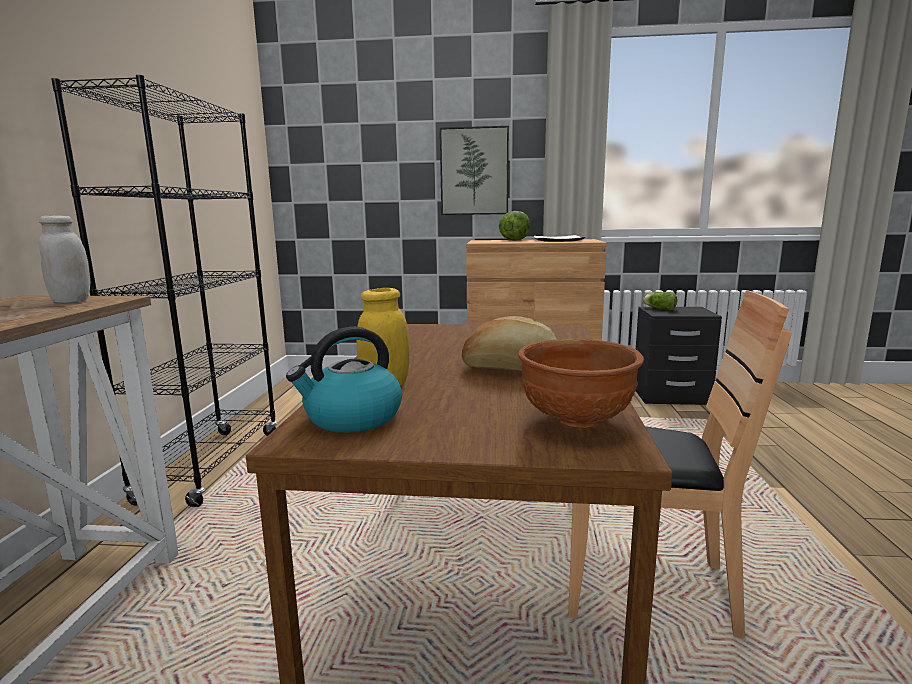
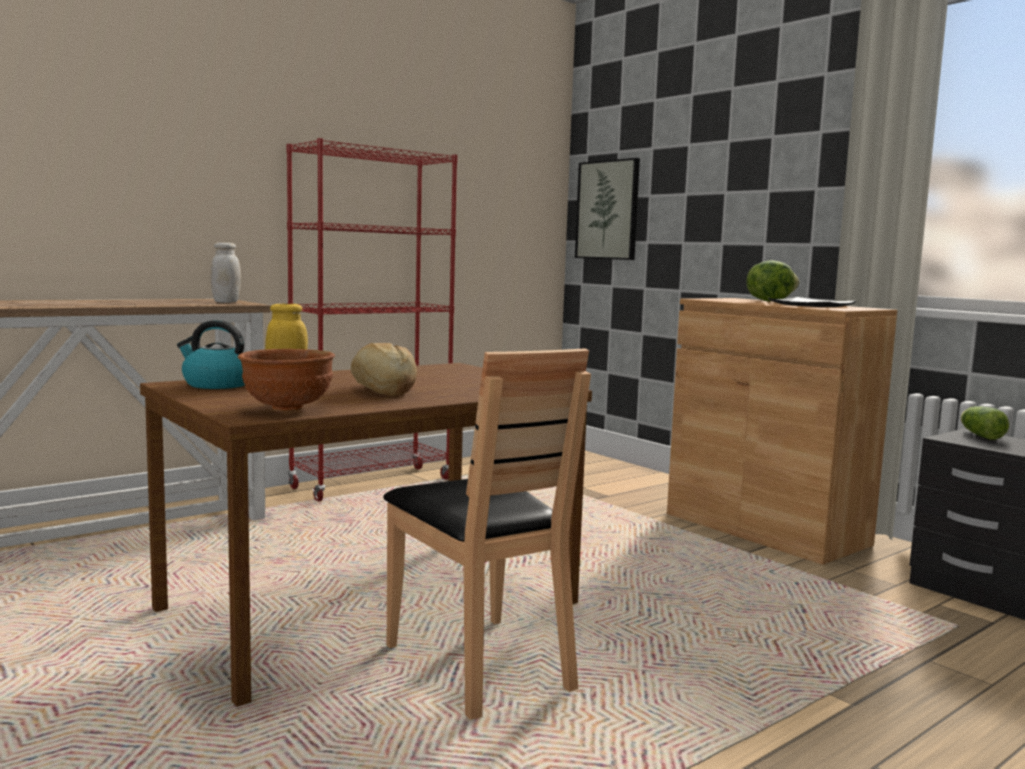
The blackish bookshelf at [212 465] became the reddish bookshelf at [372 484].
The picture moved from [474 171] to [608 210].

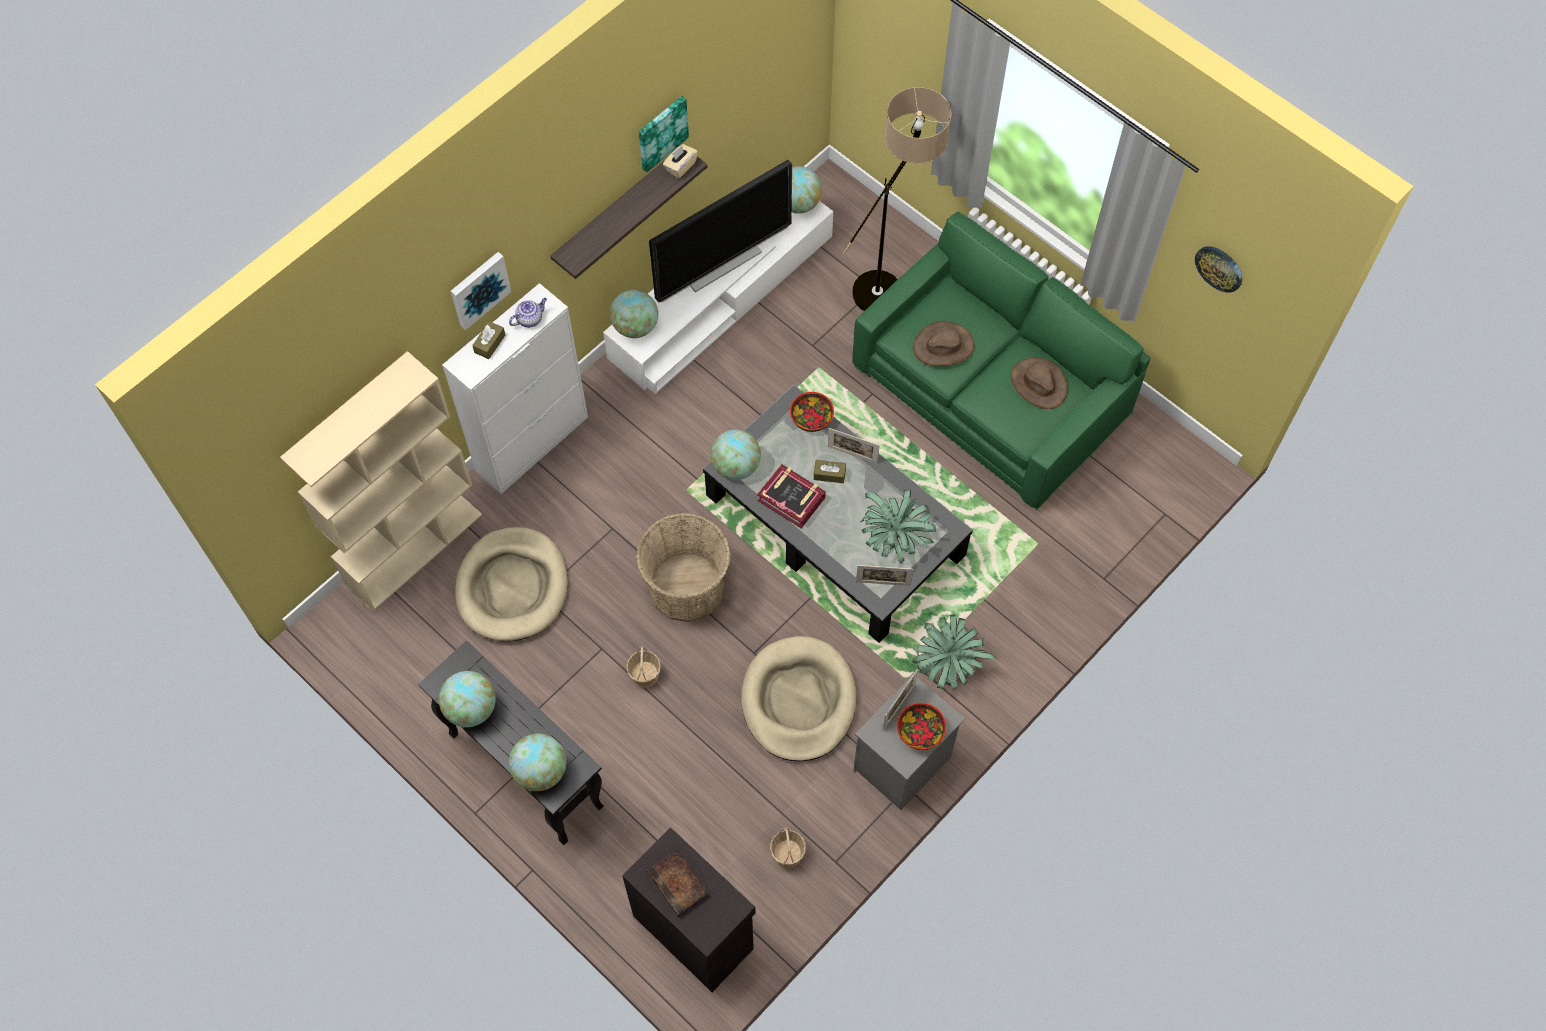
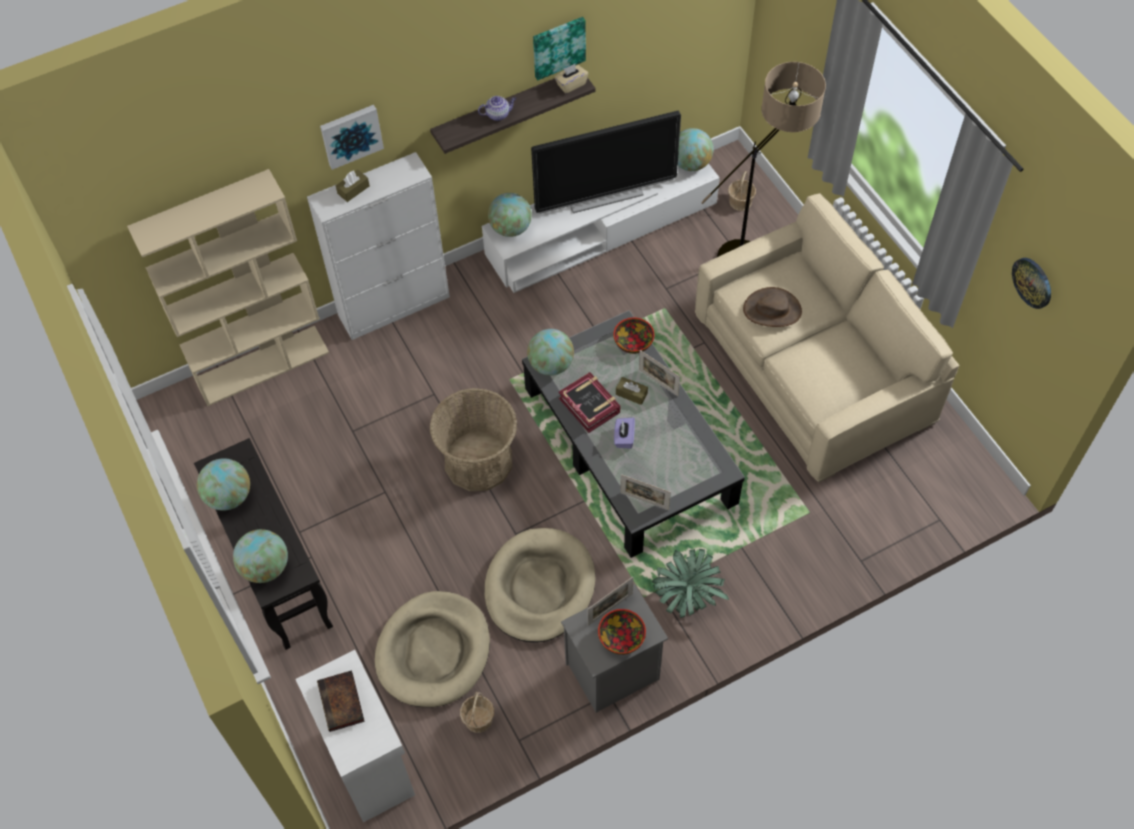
The beige dog cushion moved from [512 587] to [434 651].
The teapot moved from [530 319] to [498 114].
The blackish storage cabinet at [694 930] became the white storage cabinet at [369 761].
The storage basket moved from [645 674] to [740 202].
The greenish sofa at [991 390] became the beige sofa at [813 368].
The potted plant at [895 537] disappeared.
The brown-coloured clothing hat at [1038 384] disappeared.
The purple tissue holder at [624 438] appeared.

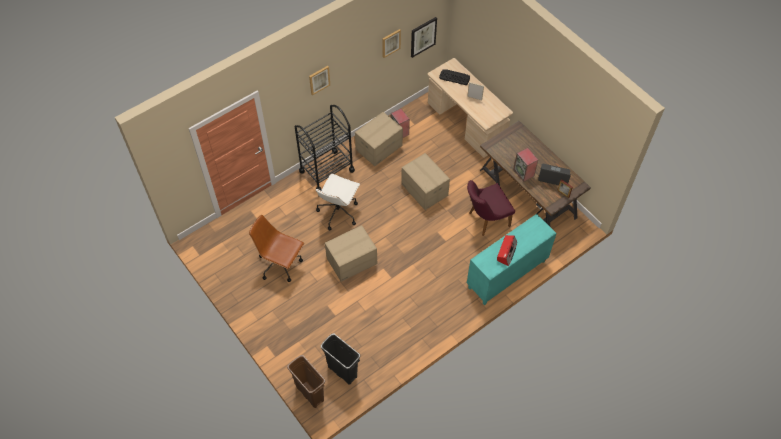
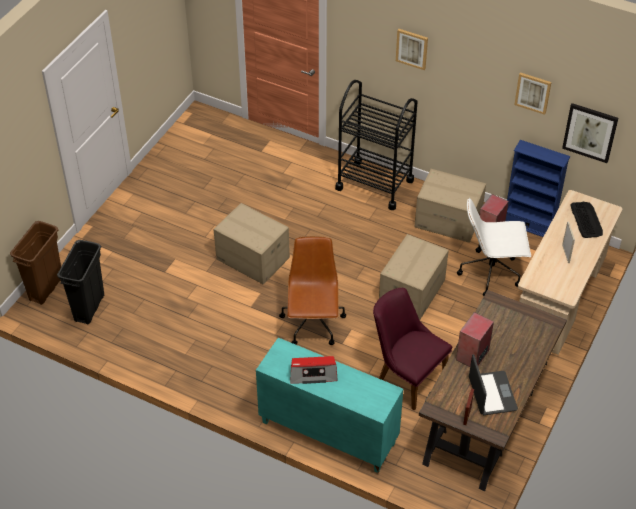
The brown-coloured desk chair moved from [281 264] to [313 325].
The white desk chair moved from [338 212] to [491 272].
The bluish bookshelf at [528 225] appeared.

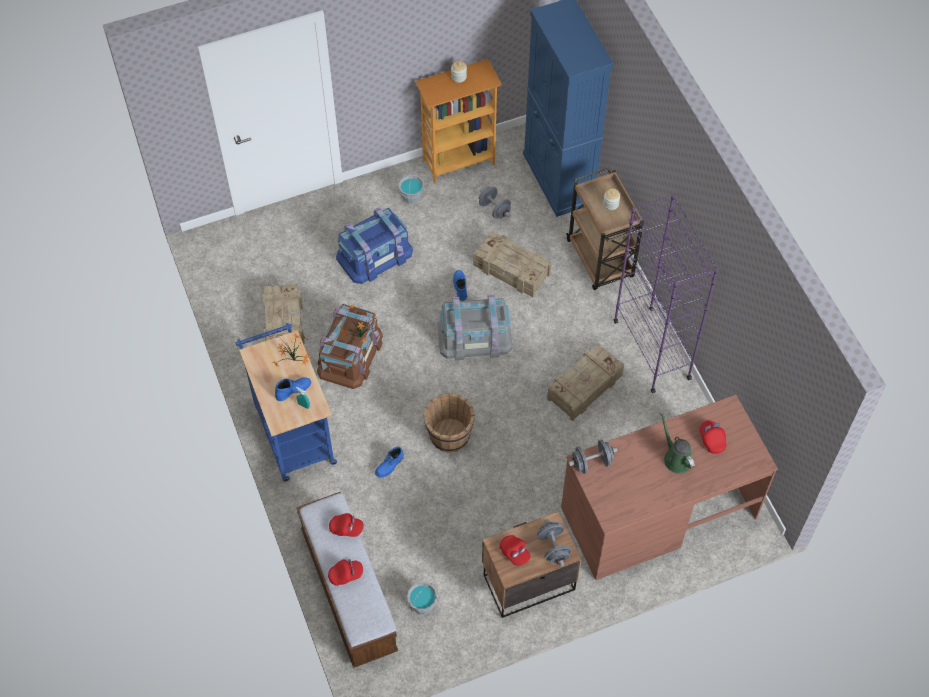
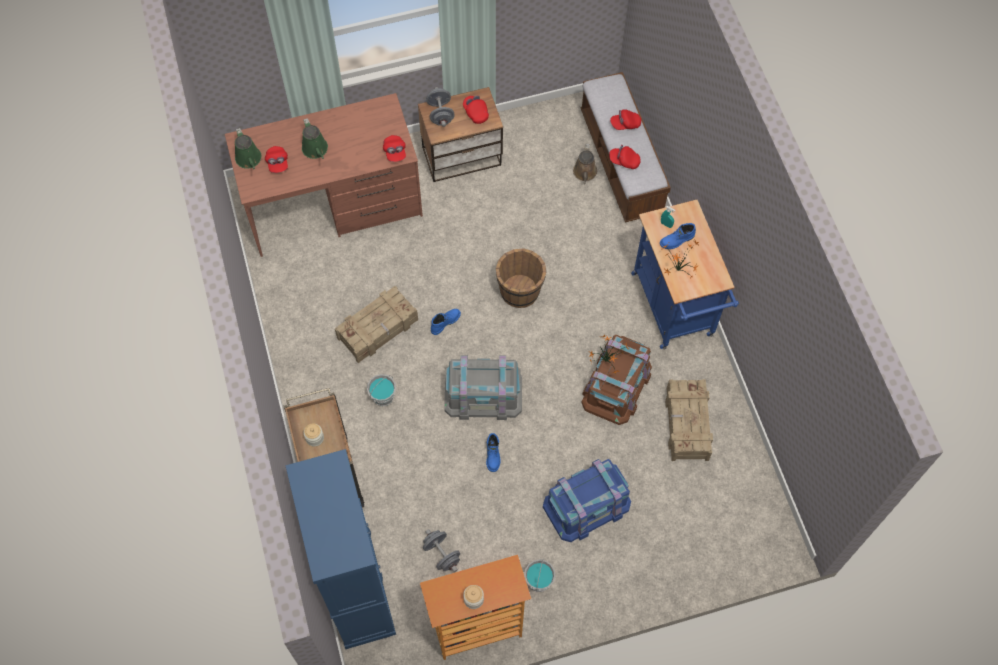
The bluish tall boot moved from [390 466] to [445 322].
The greyish pail moved from [422 605] to [383 396].
The crate at [511 270] disappeared.
The greyish dumbbell at [591 462] was replaced by the reddish peaked cap at [395 152].
The purple bookshelf at [651 349] disappeared.
The greenish watering can at [249 160] appeared.
The brown-coloured watering can at [585 173] appeared.

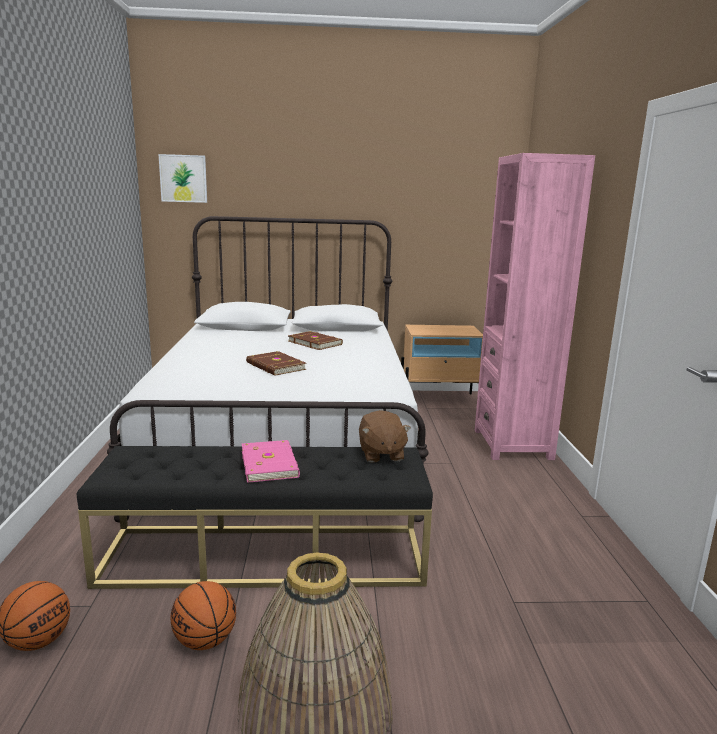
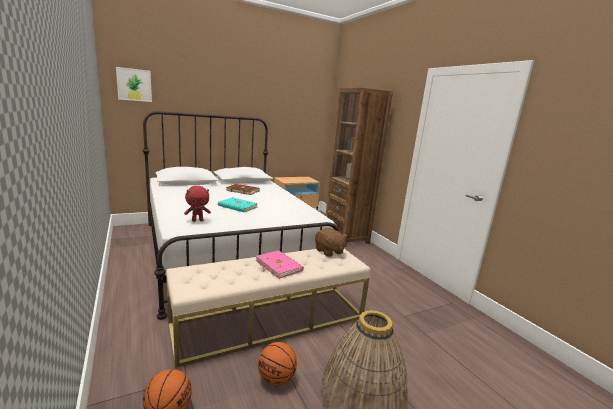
The blackish indoor bench at [265 556] became the beige indoor bench at [271 320].
The brown-coloured volume at [275 366] became the blue-green volume at [237 207].
The pink-coloured bookshelf at [512 444] became the brown-coloured bookshelf at [346 237].
The reddish cuddly toy at [197 220] appeared.

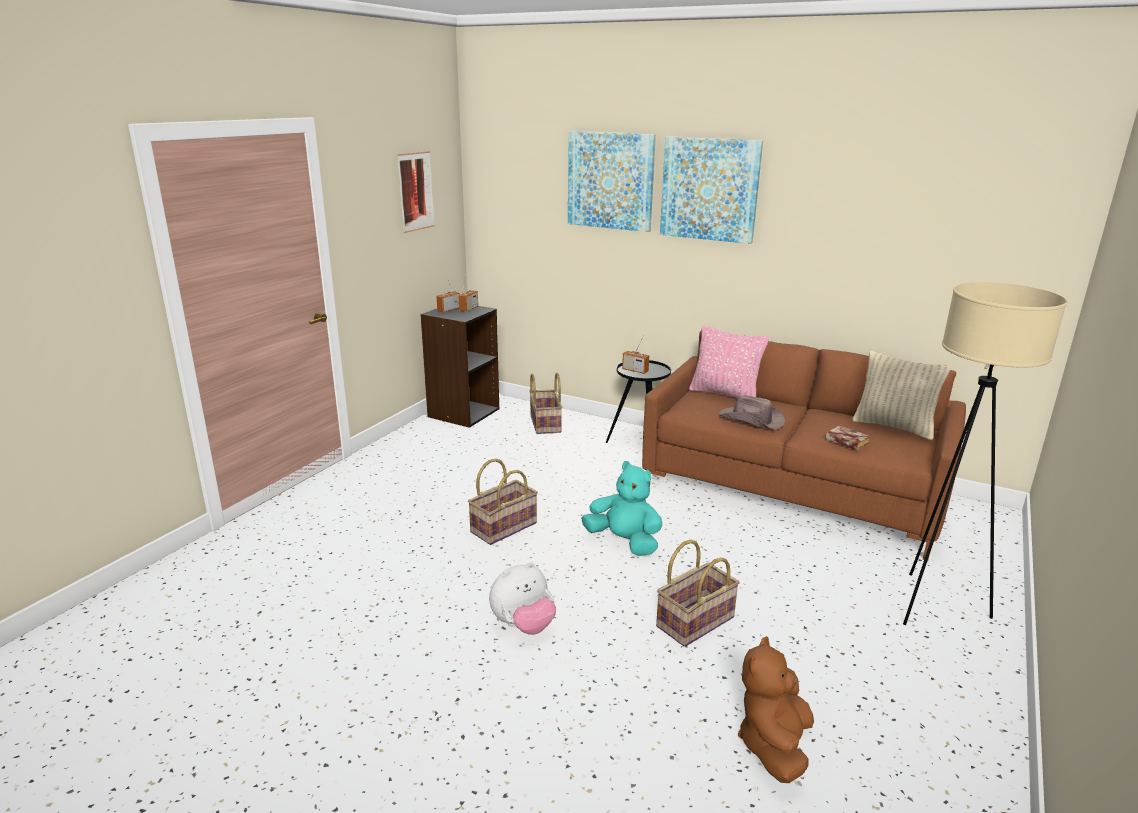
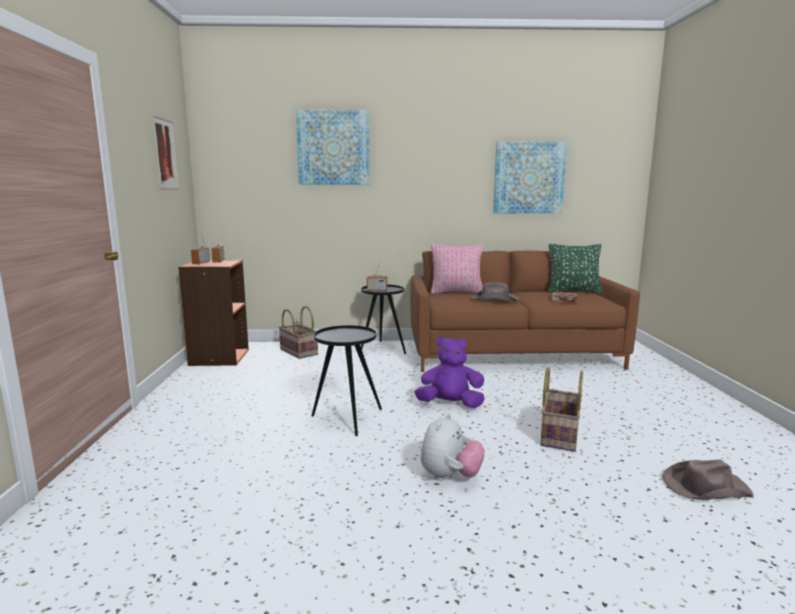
The blackish bookshelf at [463 412] became the orange-coloured bookshelf at [218 357].
The storage basket at [503 527] was replaced by the blackish side table at [347 419].
The blue-green cuddly toy at [624 542] became the purple cuddly toy at [450 404].
The picture moved from [710 189] to [529 177].
The brown-coloured cuddly toy at [774 745] was replaced by the brown-coloured clothing hat at [705 487].
The beige cushion at [893 427] became the greenish cushion at [573 291].
The beige standing lamp at [933 605] disappeared.

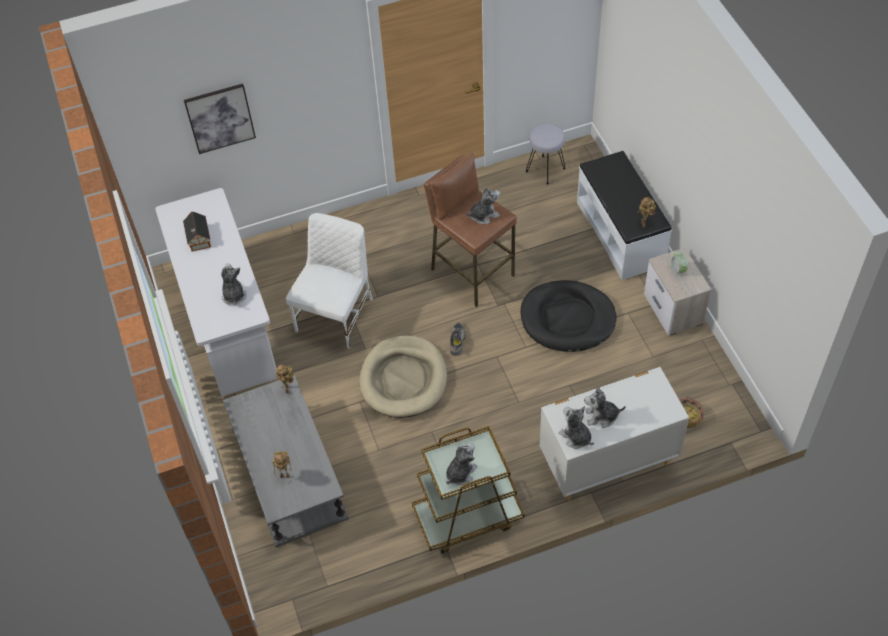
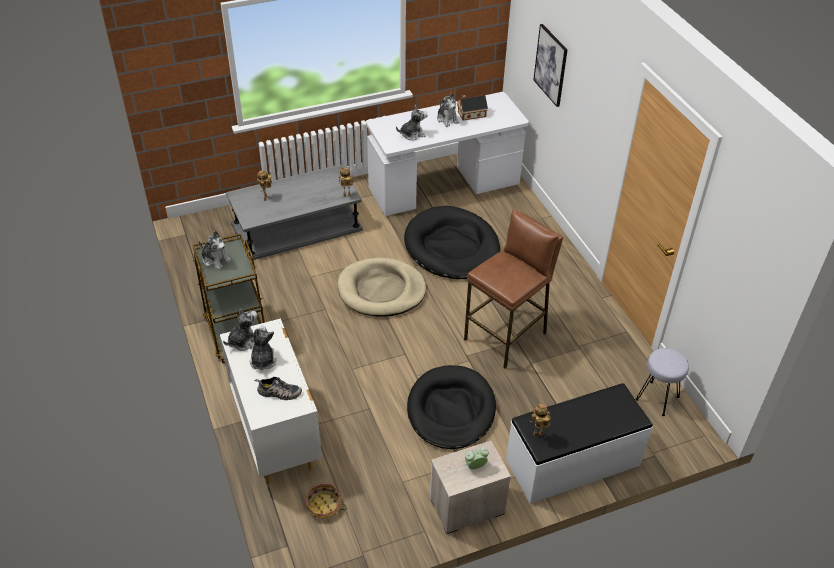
The white upright chair at [336 314] was replaced by the blackish dog cushion at [452 247].
The low shoe moved from [458 341] to [278 393].
The cuddly toy moved from [483 215] to [447 119].

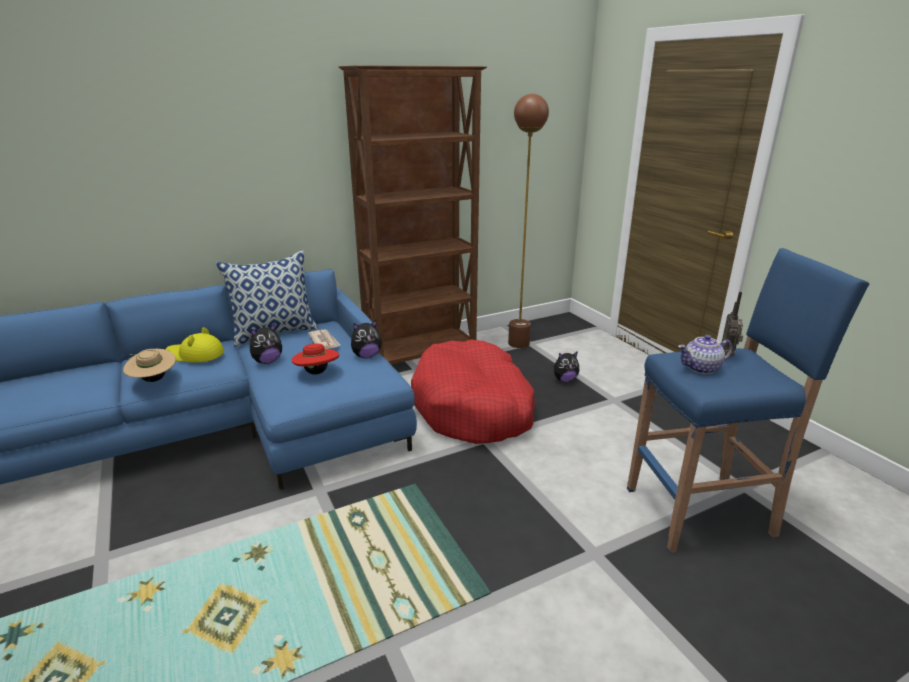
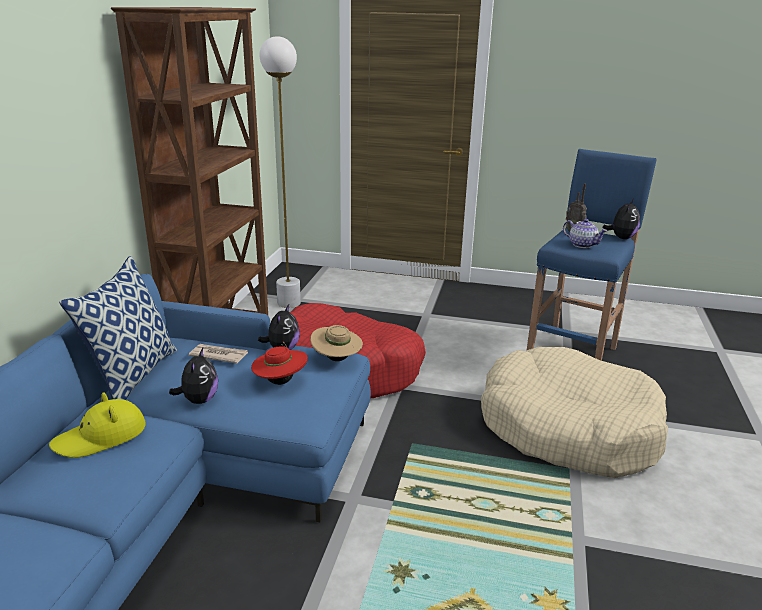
The beige clothing hat moved from [153 380] to [336 359].
The brown-coloured standing lamp at [519 343] became the white standing lamp at [289 303].
The cuddly toy moved from [564 380] to [621 238].
The teapot at [702 368] turned 75 degrees counterclockwise.
The beige dog cushion at [568 428] appeared.

